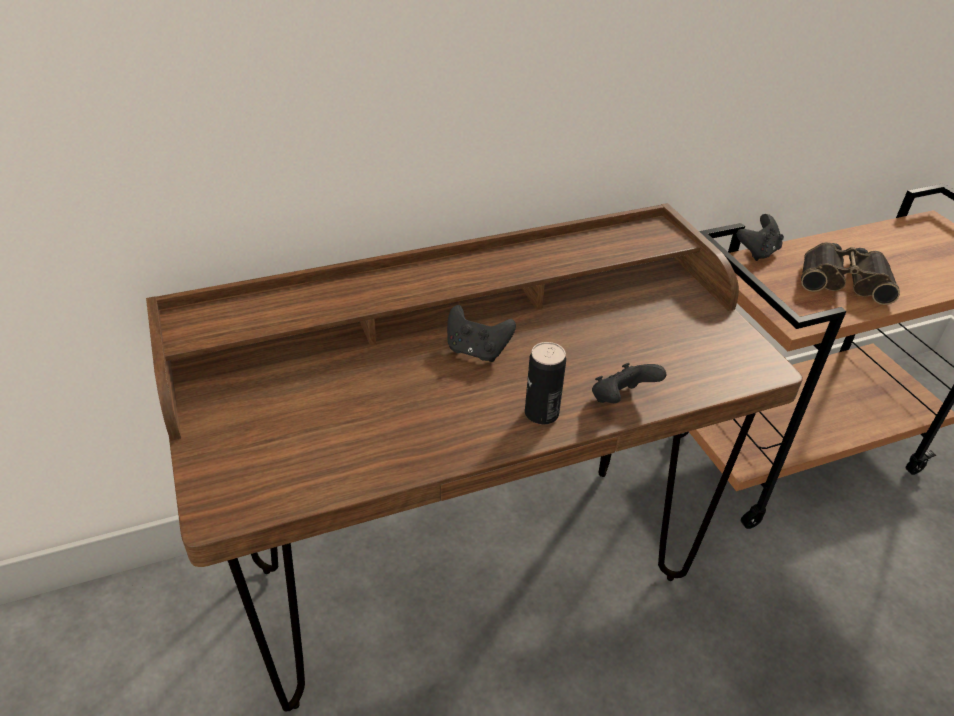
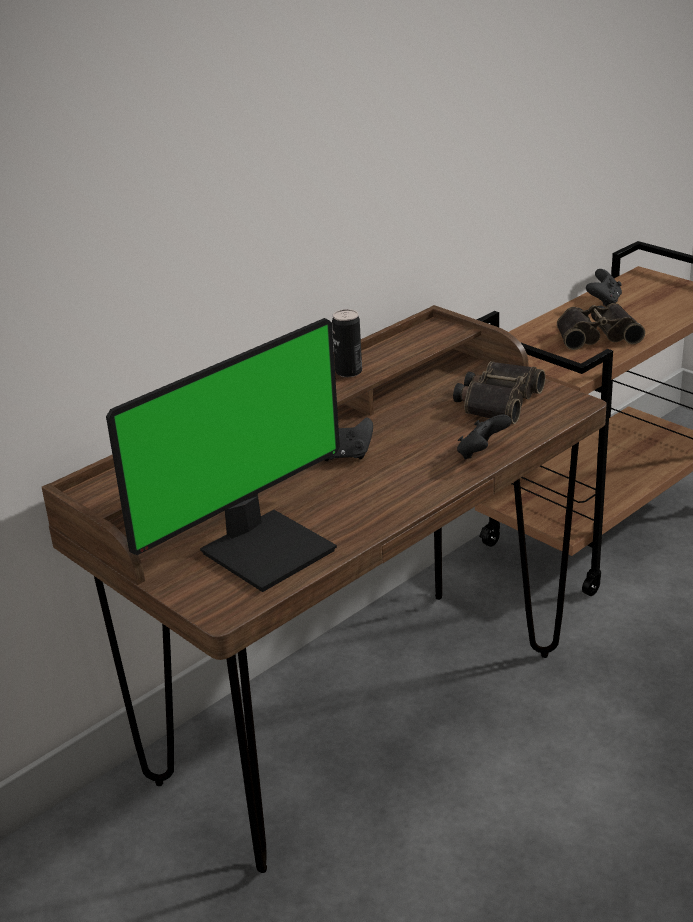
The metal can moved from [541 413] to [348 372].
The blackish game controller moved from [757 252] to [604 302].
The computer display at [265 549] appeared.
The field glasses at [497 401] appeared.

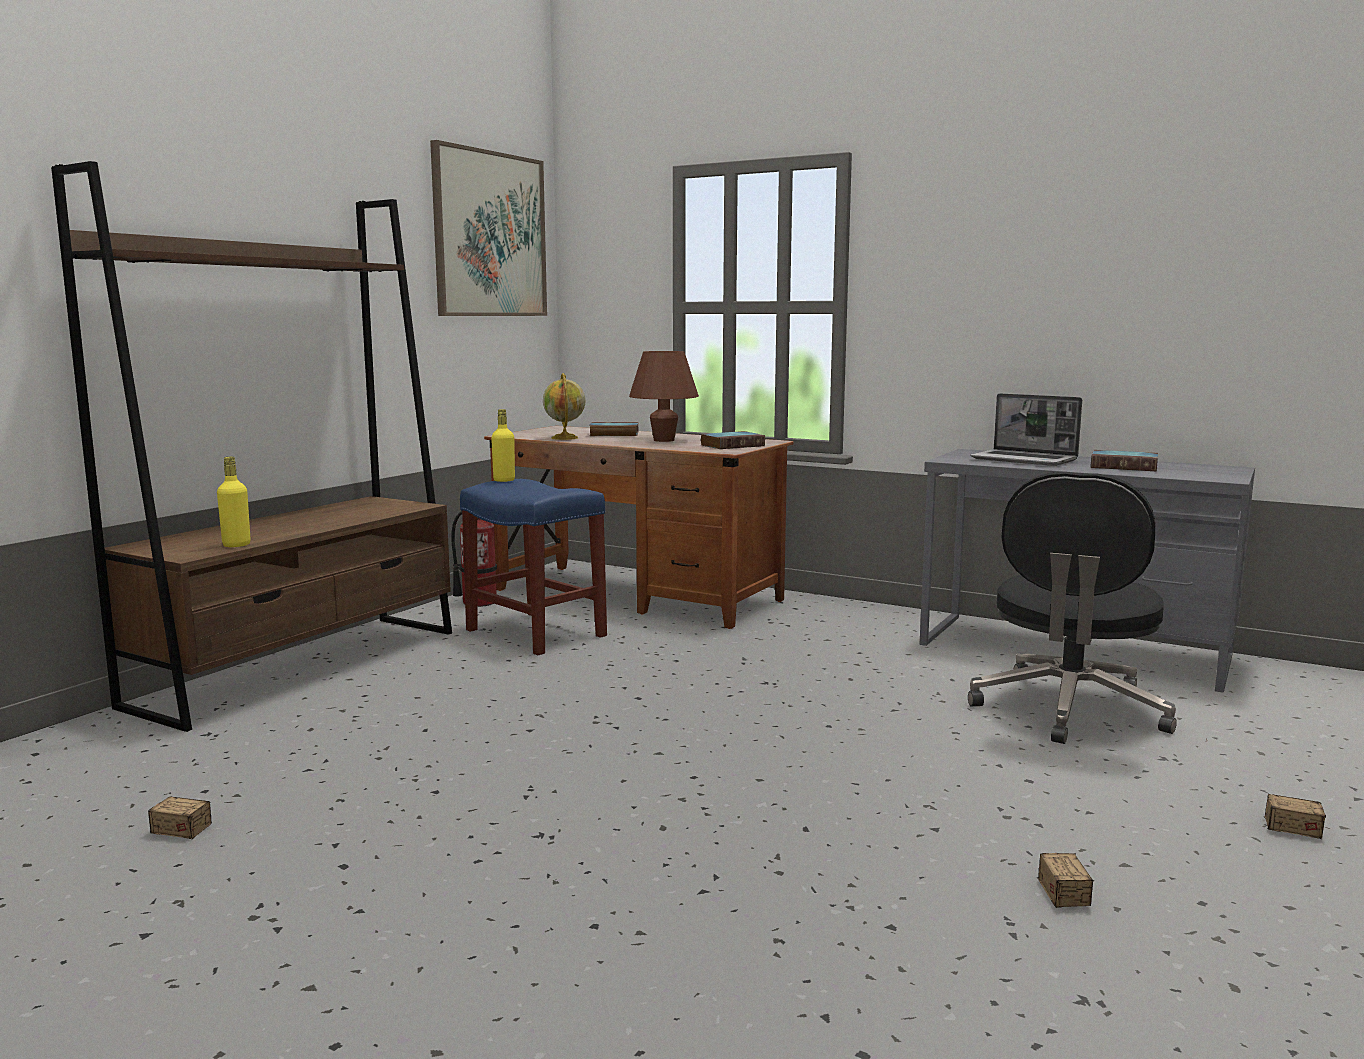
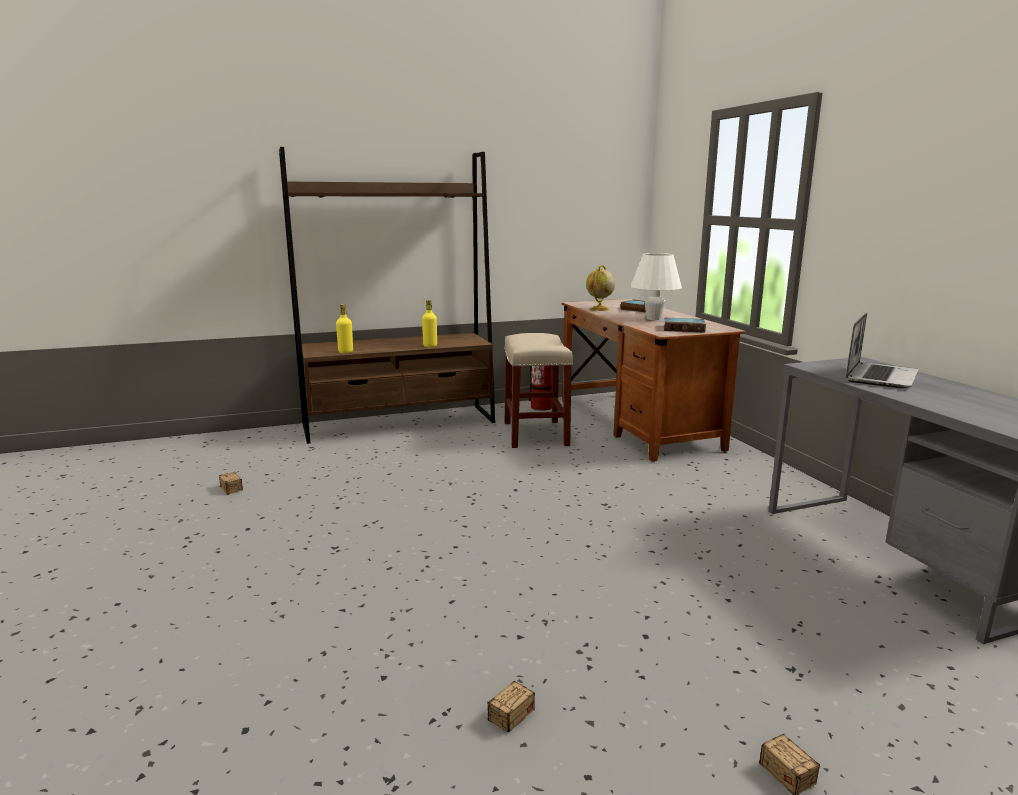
The picture at [490 235] disappeared.
The bluish stool seat at [534 633] became the beige stool seat at [535 433].
The yellow-coloured bottle moved from [504 480] to [430 346].
The brown-coloured lamp for a table at [664 440] became the white lamp for a table at [653 318].
The blackish desk chair at [1068 710] disappeared.
The notebook computer at [1025 460] turned 135 degrees counterclockwise.
The volume at [1125 466] disappeared.

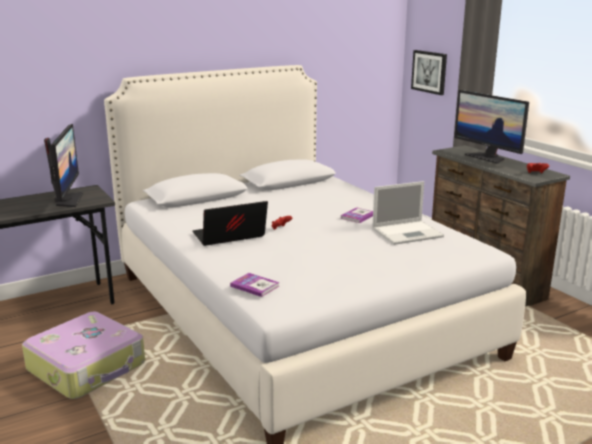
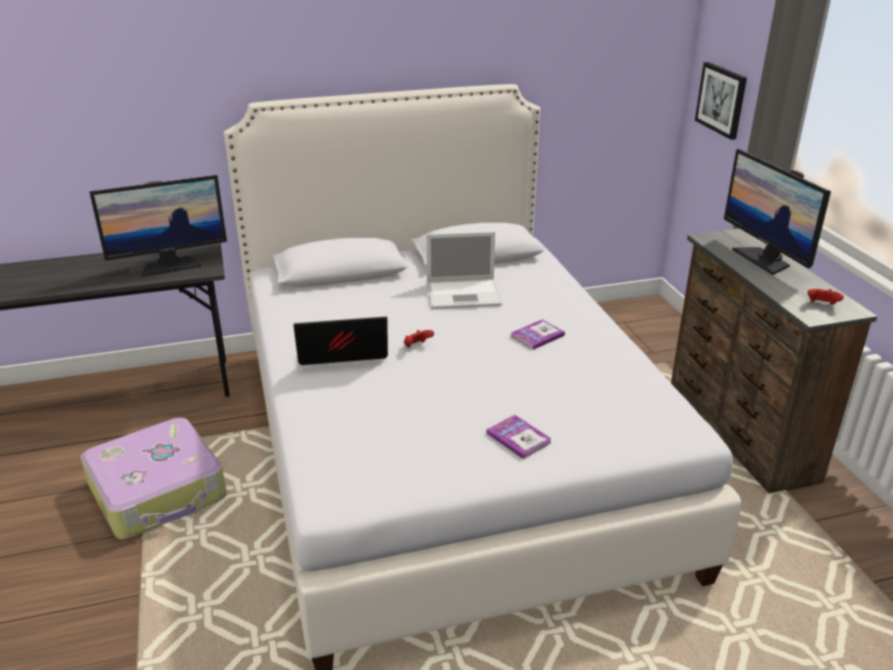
The computer display at [67 200] turned 60 degrees clockwise.
The volume moved from [255 286] to [518 438].
The notebook computer moved from [408 232] to [465 294].

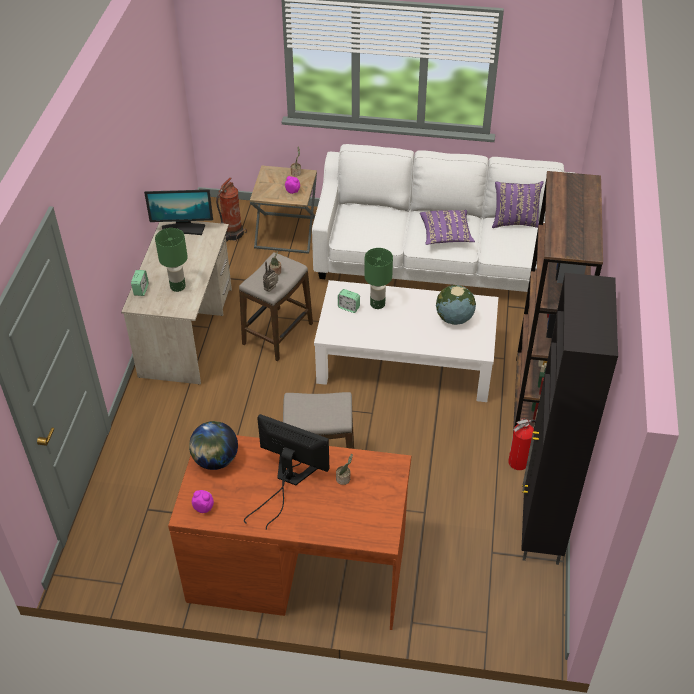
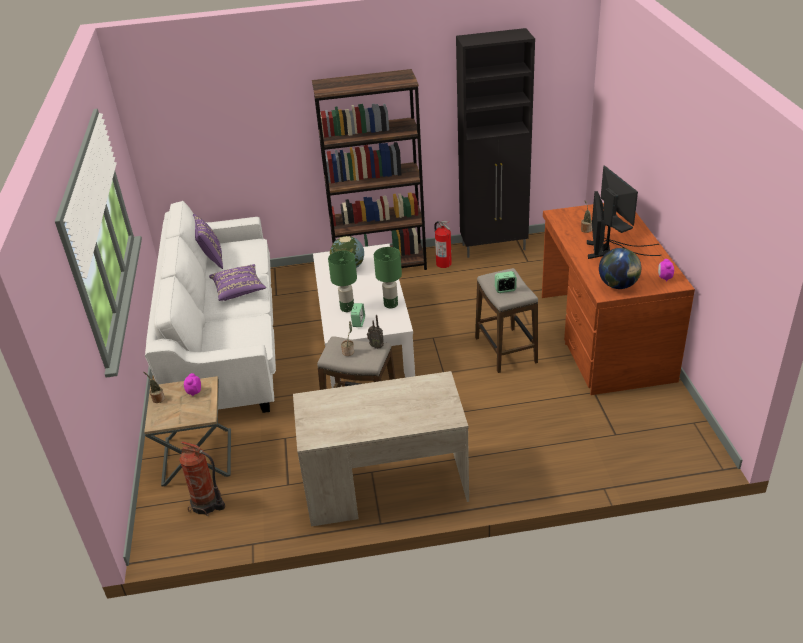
The bedside clock moved from [141 290] to [505 290].
The computer display moved from [183 229] to [614 222].
The greenish lamp for a table moved from [178 286] to [390 304].

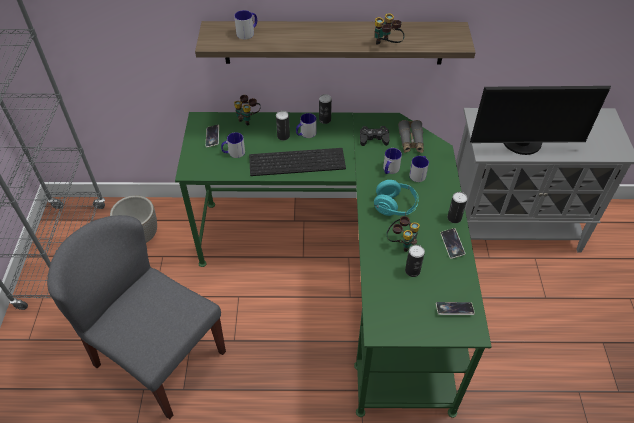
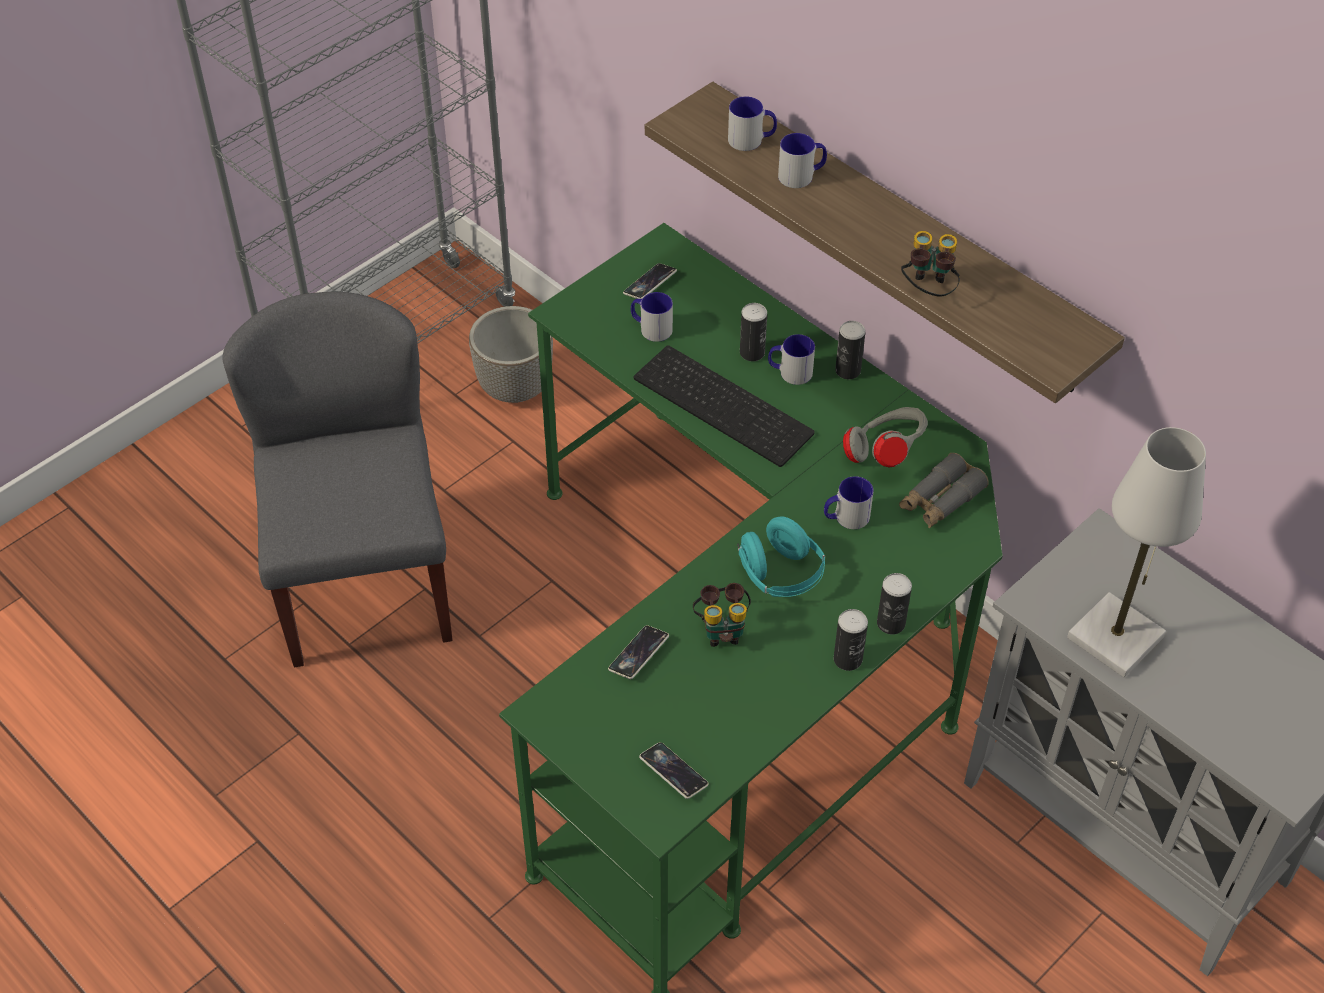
The field glasses at [248 119] disappeared.
The blackish game controller at [373 139] was replaced by the greyish pair of headphones at [885 453].
The metal can moved from [412 271] to [891 623].
The mug moved from [419 173] to [802 175].
The phone moved from [452 244] to [638 654].
The computer display at [523 144] was replaced by the white lamp for a table at [1115 637].

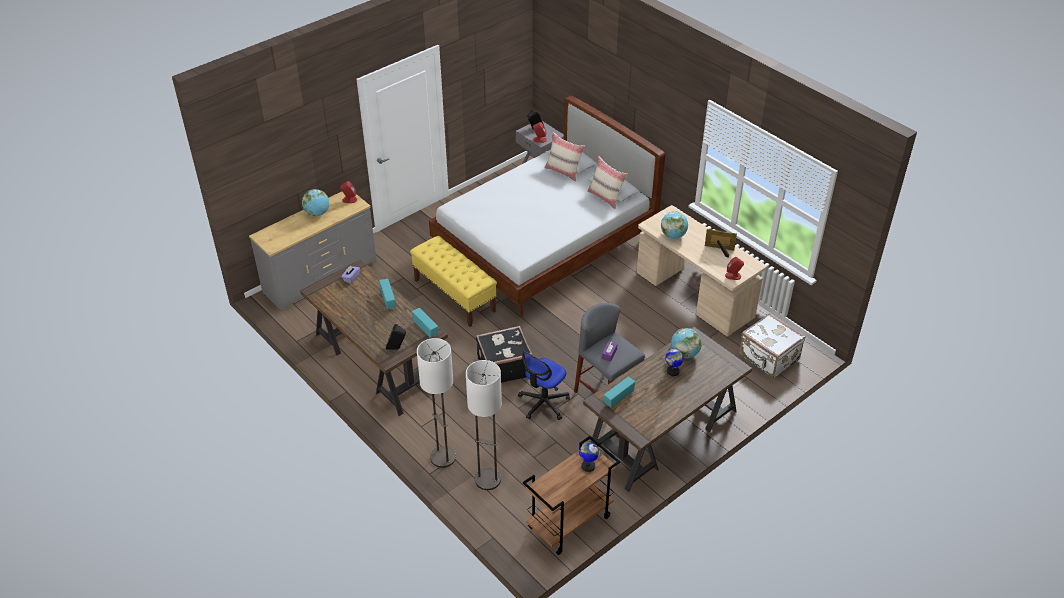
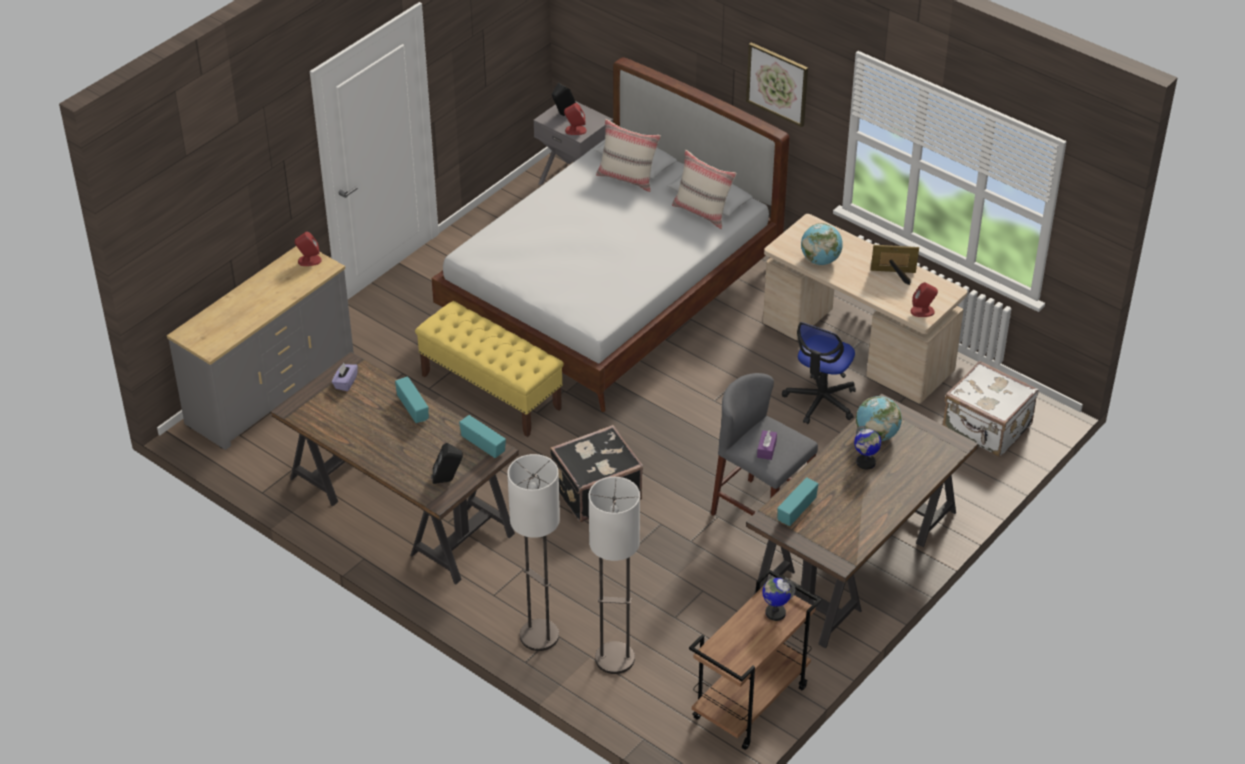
The desk globe at [317 213] disappeared.
The desk chair moved from [543 403] to [821 401].
The picture at [777 84] appeared.

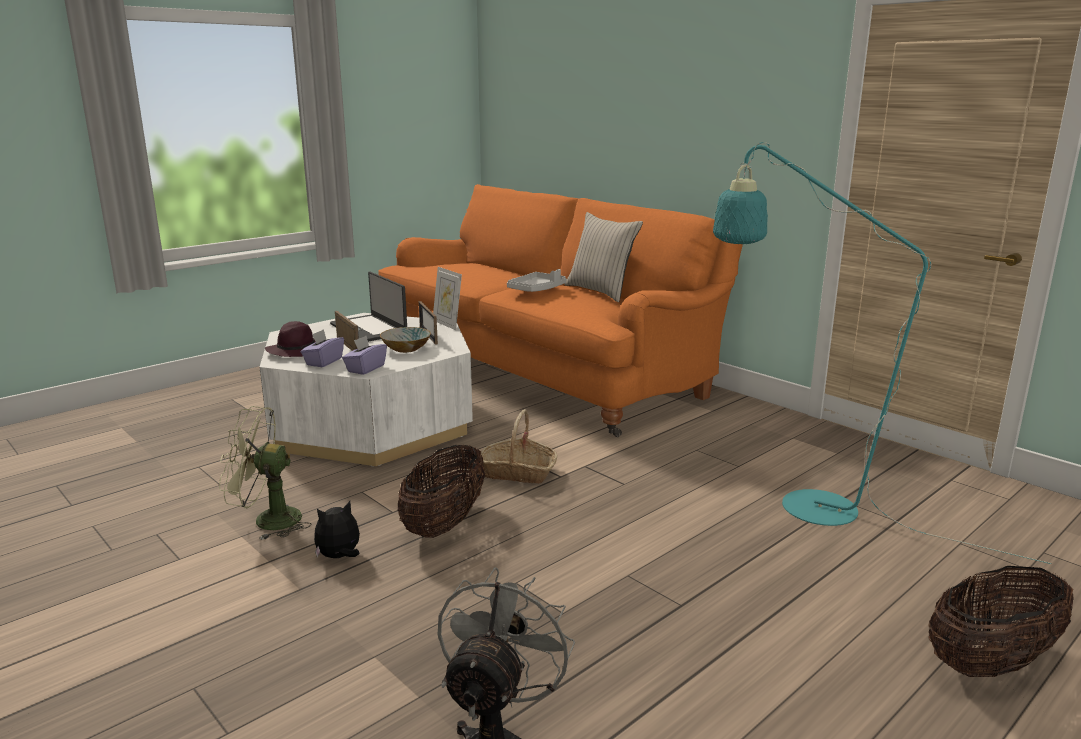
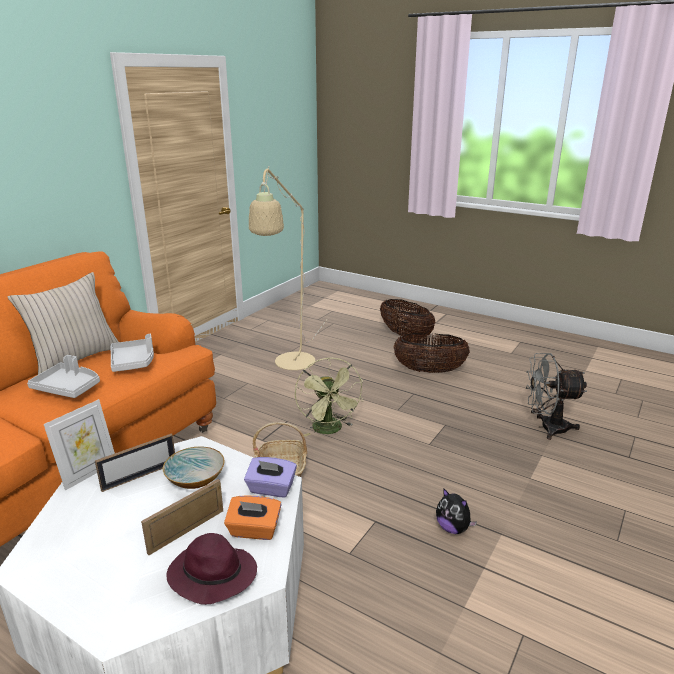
The greenish cooling fan moved from [267 521] to [330 430].
The purple tissue holder at [323 362] became the orange-coloured tissue holder at [254 530].
The notebook computer at [369 329] disappeared.
The storage basket moved from [444 523] to [429 371].
The blue-green standing lamp at [799 502] became the beige standing lamp at [291 366].
The greyish carrying tray at [133 362] appeared.

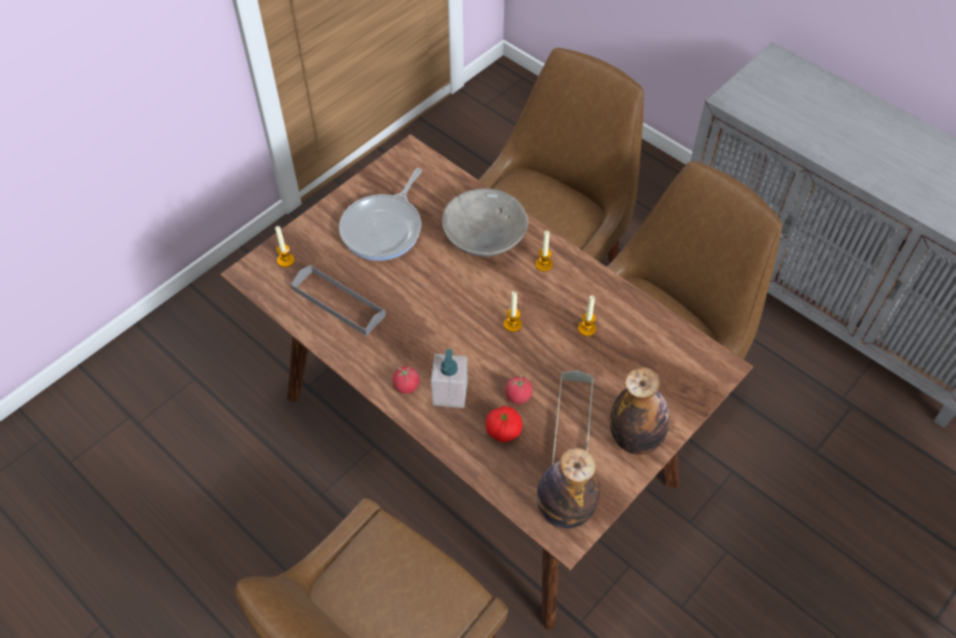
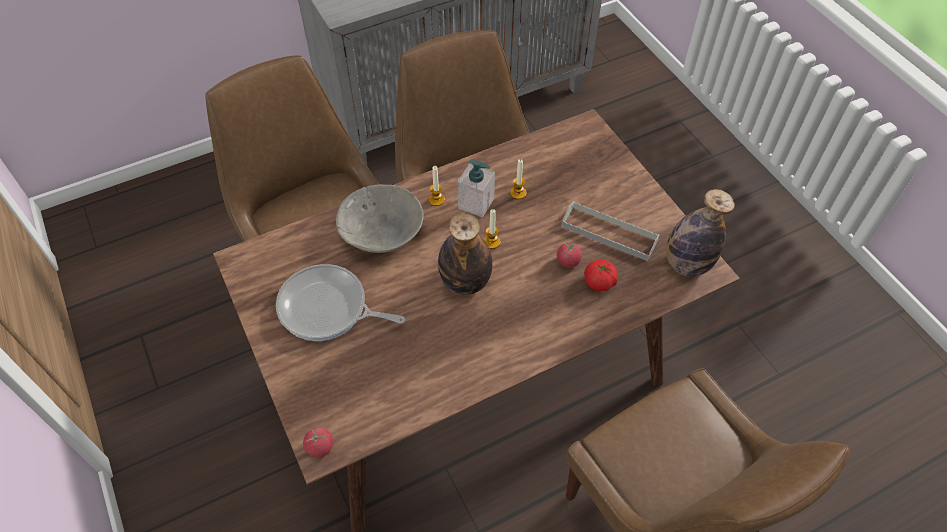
The wax candle at [285 260] disappeared.
The greyish carrying tray at [338 302] disappeared.
The frying pan at [384 228] turned 150 degrees clockwise.
The fresh tomato moved from [406 385] to [320 447].
The soap dispenser moved from [450 393] to [476 203].
The bottle moved from [635 438] to [465 282].

